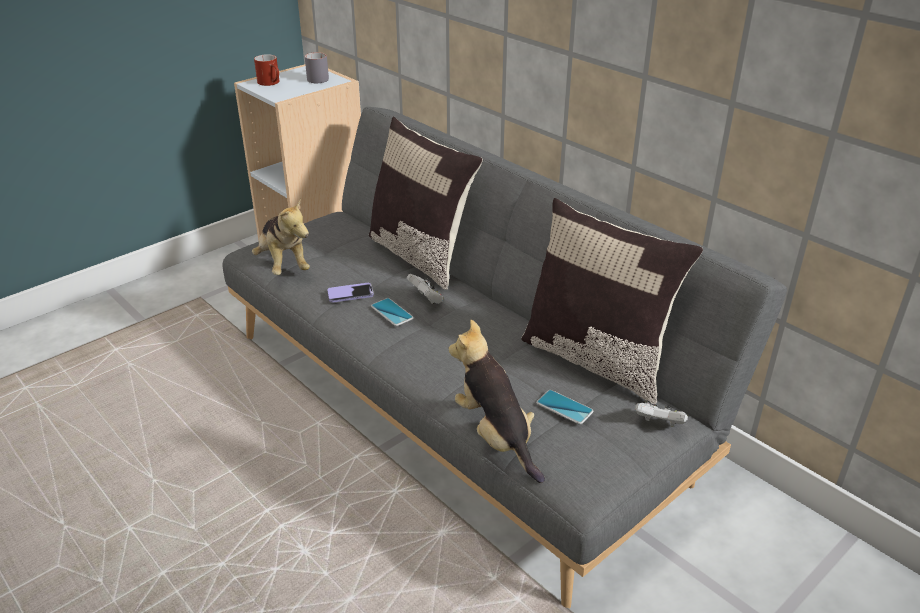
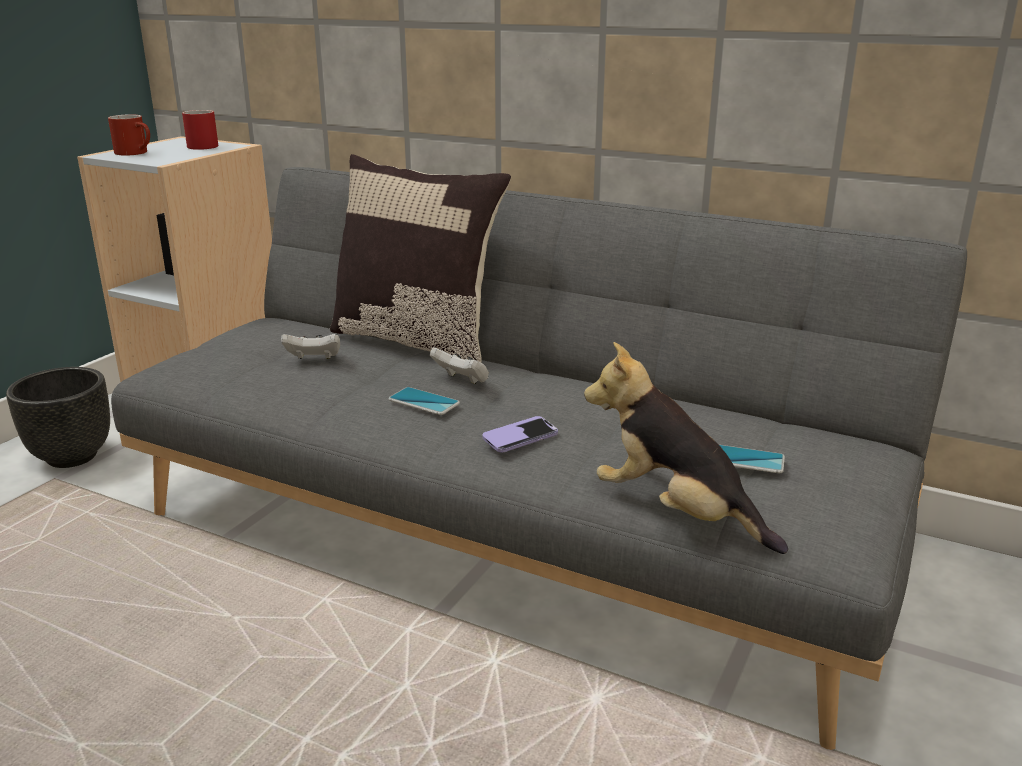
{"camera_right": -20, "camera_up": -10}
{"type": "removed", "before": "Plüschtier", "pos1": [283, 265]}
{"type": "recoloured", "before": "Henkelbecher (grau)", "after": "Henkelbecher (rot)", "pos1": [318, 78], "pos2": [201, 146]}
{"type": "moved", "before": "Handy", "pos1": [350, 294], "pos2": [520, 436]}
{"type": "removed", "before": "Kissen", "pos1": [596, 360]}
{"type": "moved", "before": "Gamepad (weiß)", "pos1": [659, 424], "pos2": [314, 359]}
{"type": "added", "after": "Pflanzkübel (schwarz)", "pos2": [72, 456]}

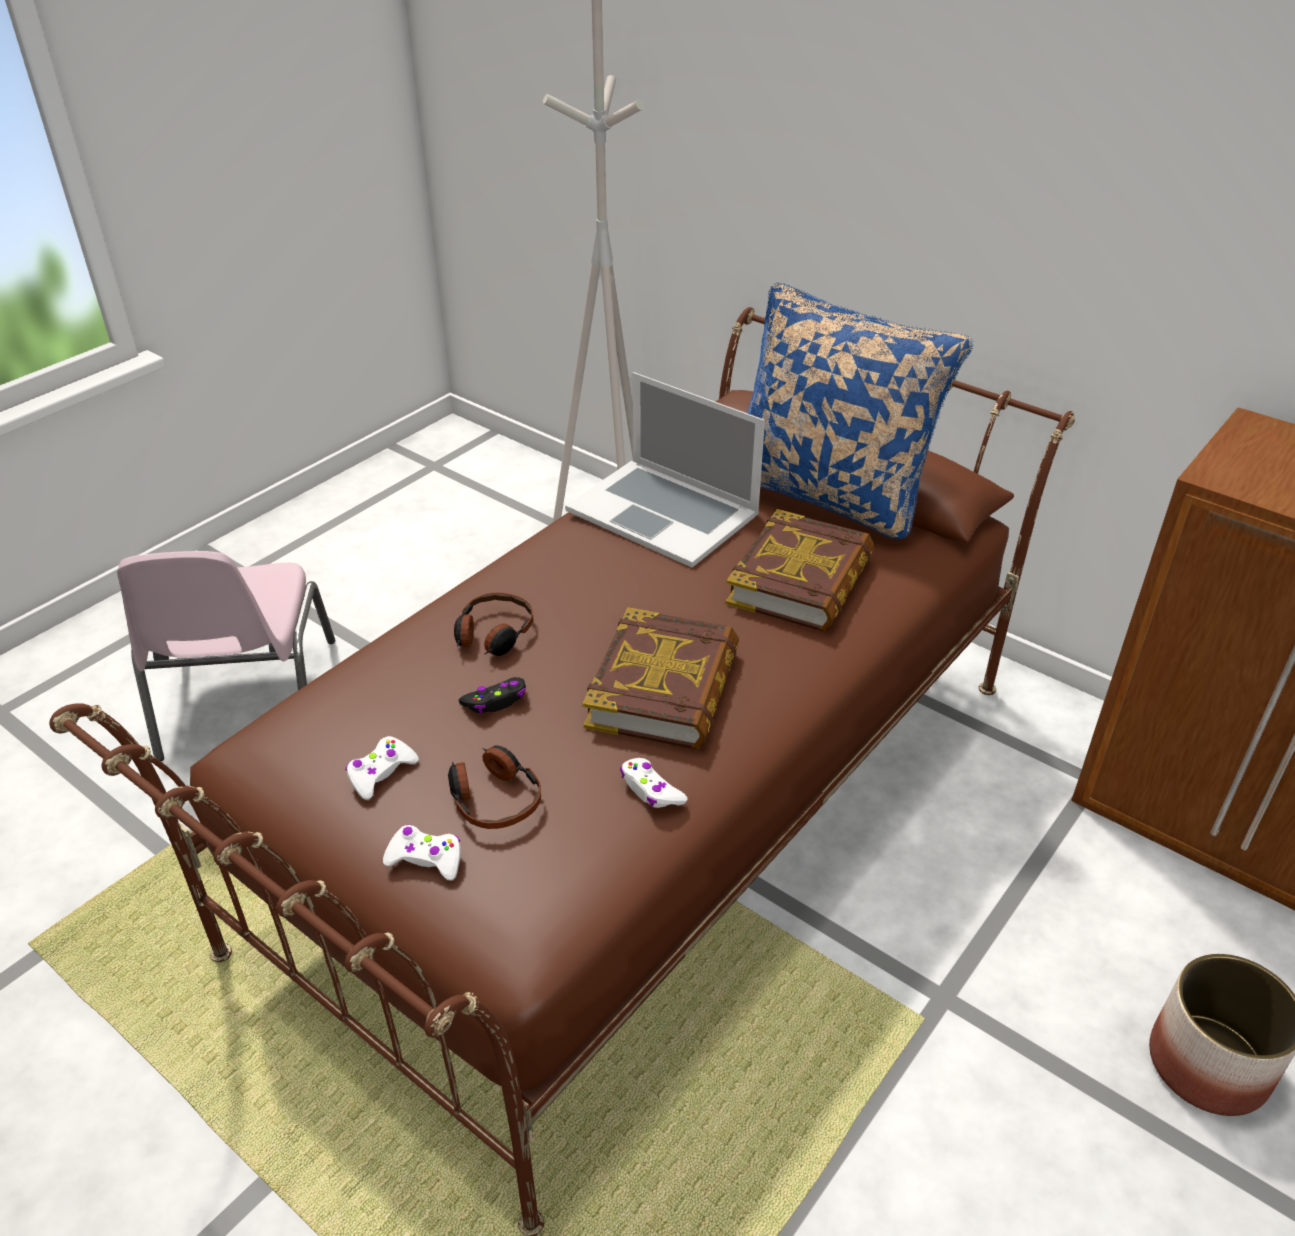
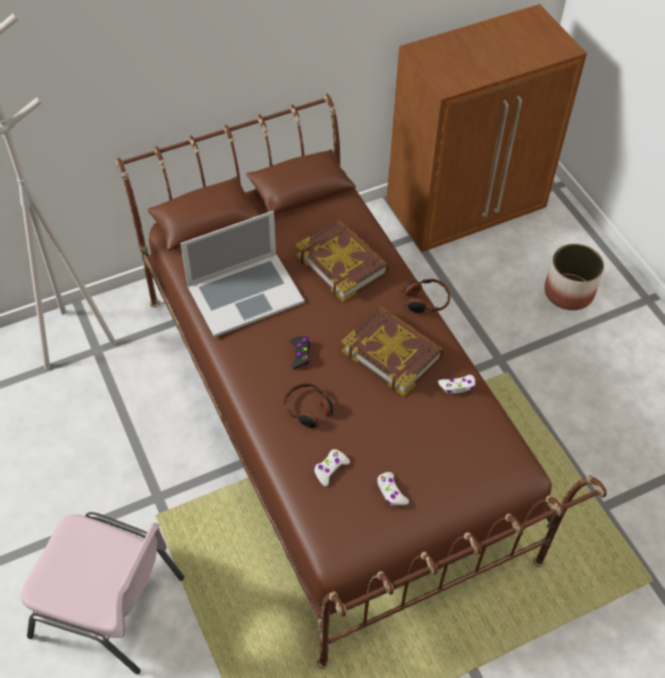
{"camera_right": -65, "camera_up": 15}
{"type": "moved", "before": "Gamepad (weiß)", "pos1": [426, 858], "pos2": [330, 469]}
{"type": "moved", "before": "Kopfhörer", "pos1": [493, 798], "pos2": [425, 300]}
{"type": "moved", "before": "Gamepad (schwarz)", "pos1": [496, 701], "pos2": [301, 354]}
{"type": "removed", "before": "Kissen (blau)", "pos1": [829, 501]}

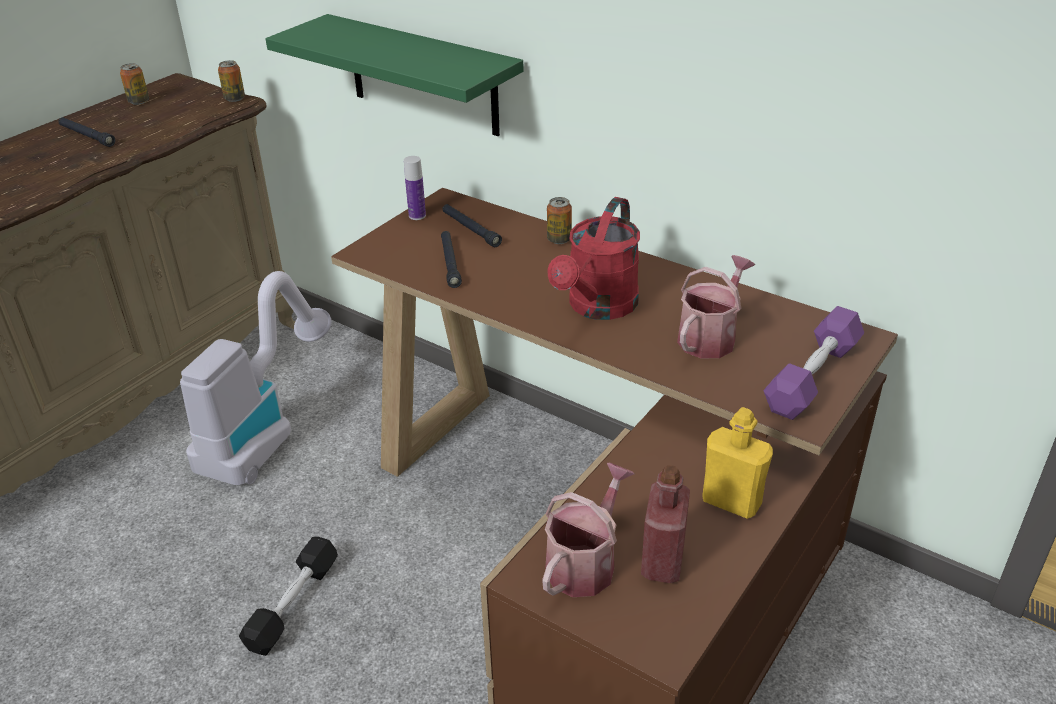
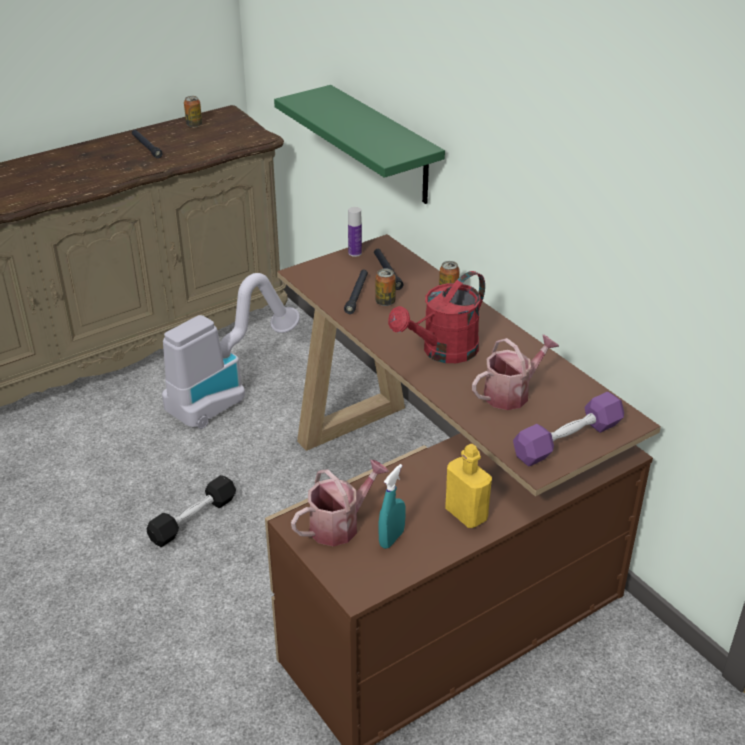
{"camera_right": 20, "camera_up": 0}
{"type": "moved", "before": "Dose", "pos1": [234, 98], "pos2": [385, 302]}
{"type": "replaced", "before": "Flasche (rot)", "after": "Sprühflasche (türkis)", "pos1": [662, 562], "pos2": [391, 538]}

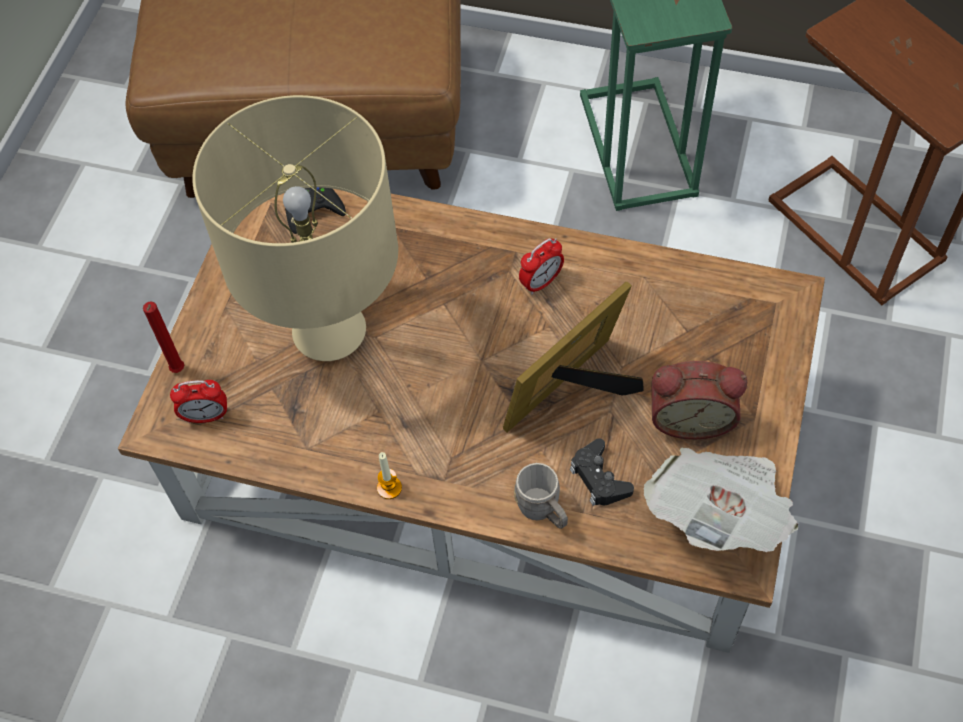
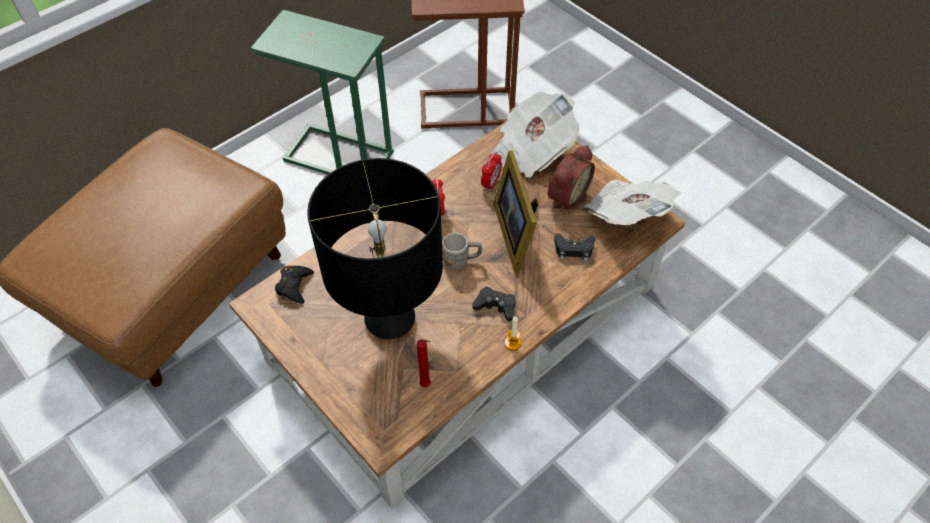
{"camera_right": -60, "camera_up": -5}
{"type": "moved", "before": "Kerze (rot)", "pos1": [178, 371], "pos2": [427, 385]}
{"type": "moved", "before": "Wecker", "pos1": [206, 416], "pos2": [491, 183]}
{"type": "recoloured", "before": "Tischlampe (beige)", "after": "Tischlampe (schwarz)", "pos1": [330, 335], "pos2": [390, 320]}
{"type": "moved", "before": "Henkelbecher (grau)", "pos1": [543, 511], "pos2": [461, 261]}
{"type": "added", "after": "Gamepad (schwarz)", "pos2": [495, 306]}
{"type": "added", "after": "Zeitung", "pos2": [531, 150]}

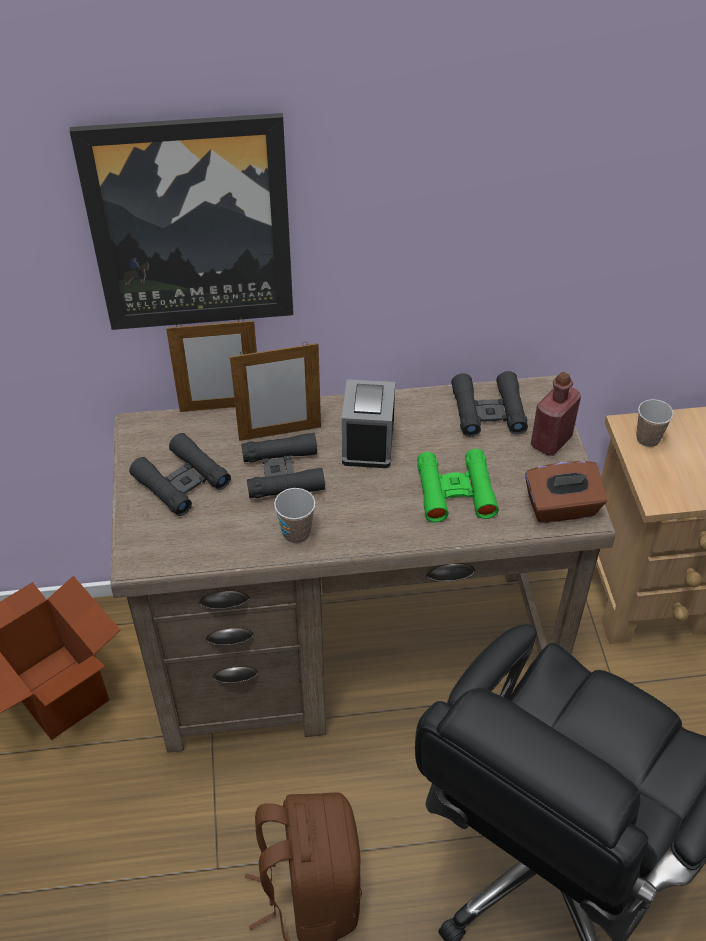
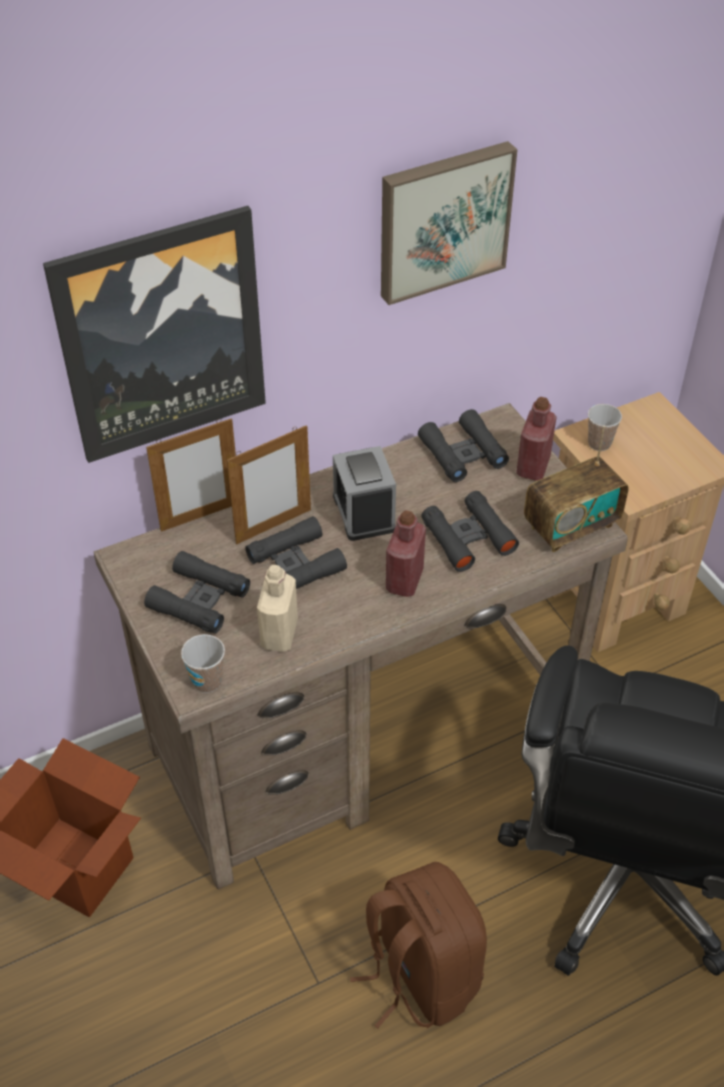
{"camera_right": -20, "camera_up": 0}
{"type": "moved", "before": "Tasse", "pos1": [296, 533], "pos2": [207, 681]}
{"type": "recoloured", "before": "Fernglas (grün)", "after": "Fernglas (schwarz)", "pos1": [455, 491], "pos2": [468, 537]}
{"type": "replaced", "before": "Taschentuchbox (braun)", "after": "Radio", "pos1": [561, 508], "pos2": [571, 526]}
{"type": "added", "after": "Flasche (beige)", "pos2": [279, 634]}
{"type": "added", "after": "Bild", "pos2": [443, 220]}
{"type": "added", "after": "Flasche (rot)", "pos2": [404, 580]}

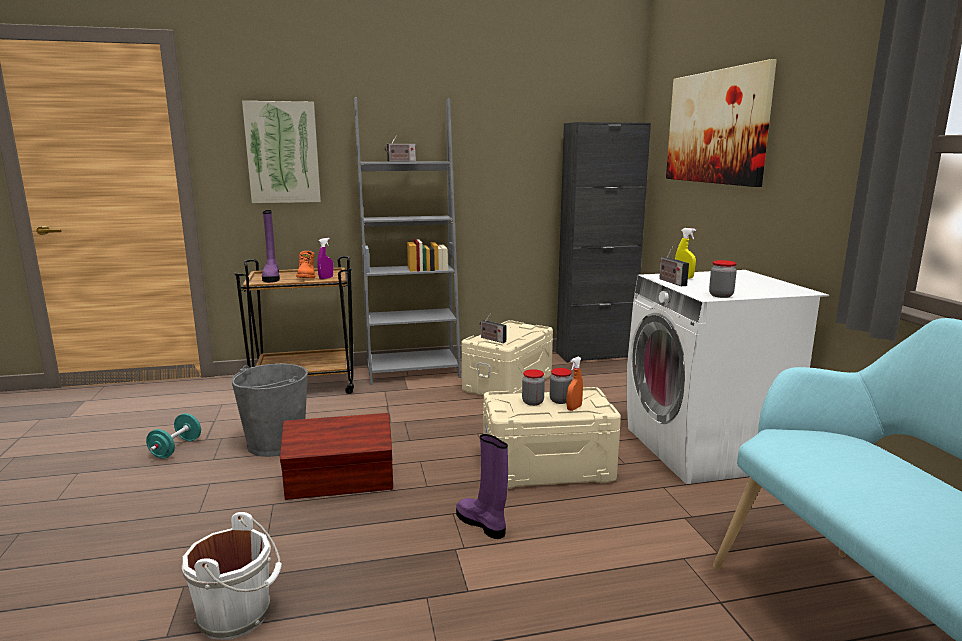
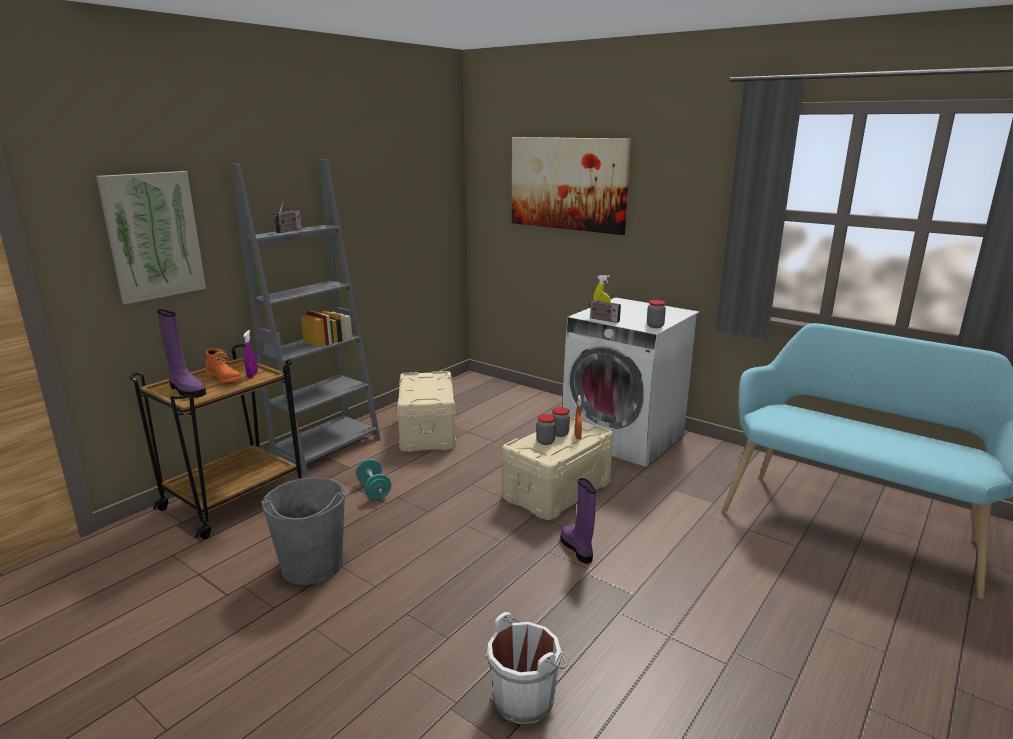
{"camera_right": -40, "camera_up": 5}
{"type": "moved", "before": "Hantel (türkis)", "pos1": [176, 448], "pos2": [374, 490]}
{"type": "removed", "before": "Aufbewahrungsbox (braun)", "pos1": [341, 483]}
{"type": "turned", "before": "Stiefel (lila)", "pos1": [482, 524], "pos2": [577, 549], "turn": 60}
{"type": "removed", "before": "Radio", "pos1": [491, 339]}
{"type": "removed", "before": "Schrank (schwarz)", "pos1": [595, 355]}

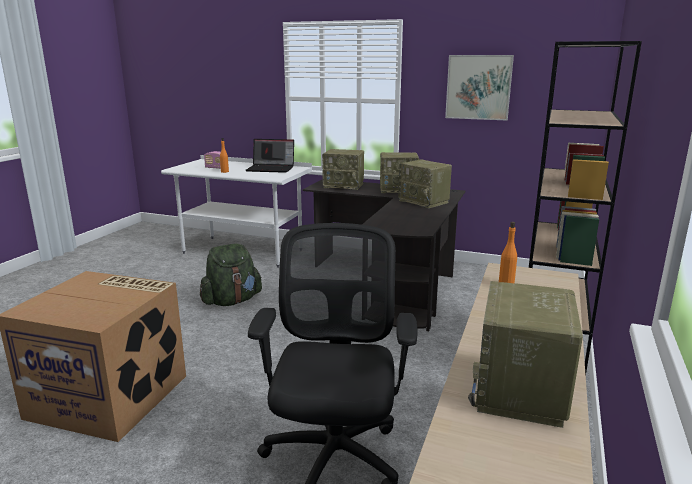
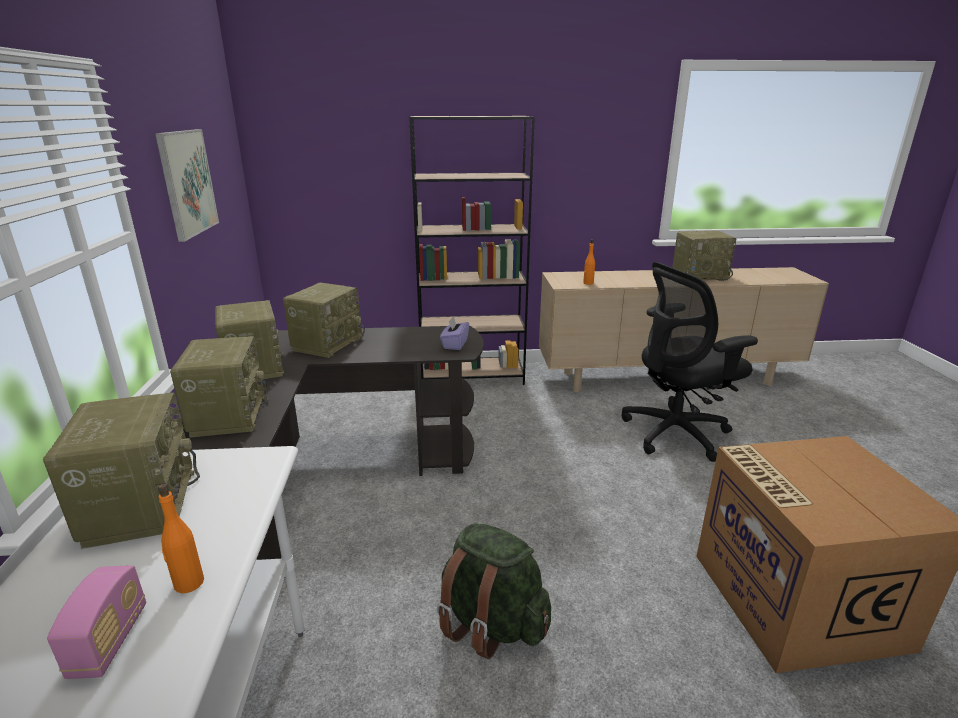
{"camera_right": -115, "camera_up": 5}
{"type": "replaced", "before": "Laptop", "after": "Radio", "pos1": [271, 169], "pos2": [140, 505]}
{"type": "added", "after": "Taschentuchbox (lila)", "pos2": [455, 344]}

